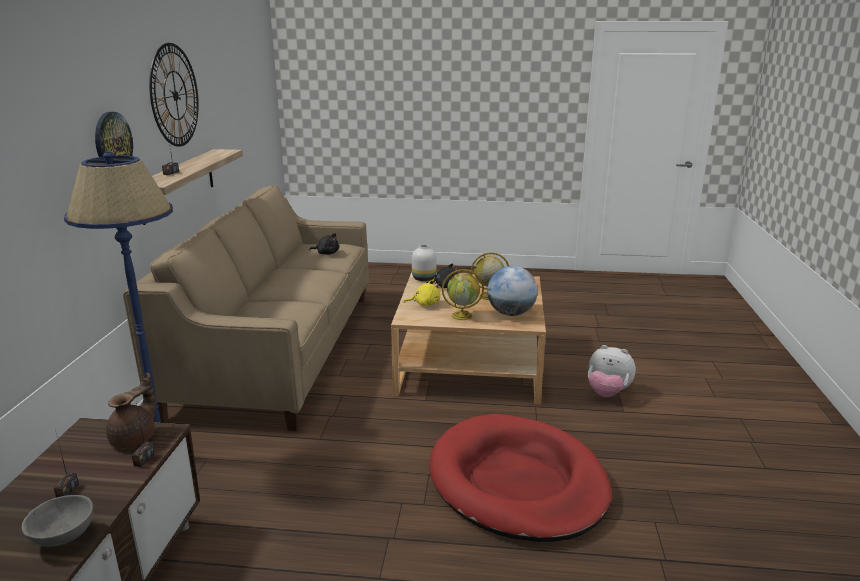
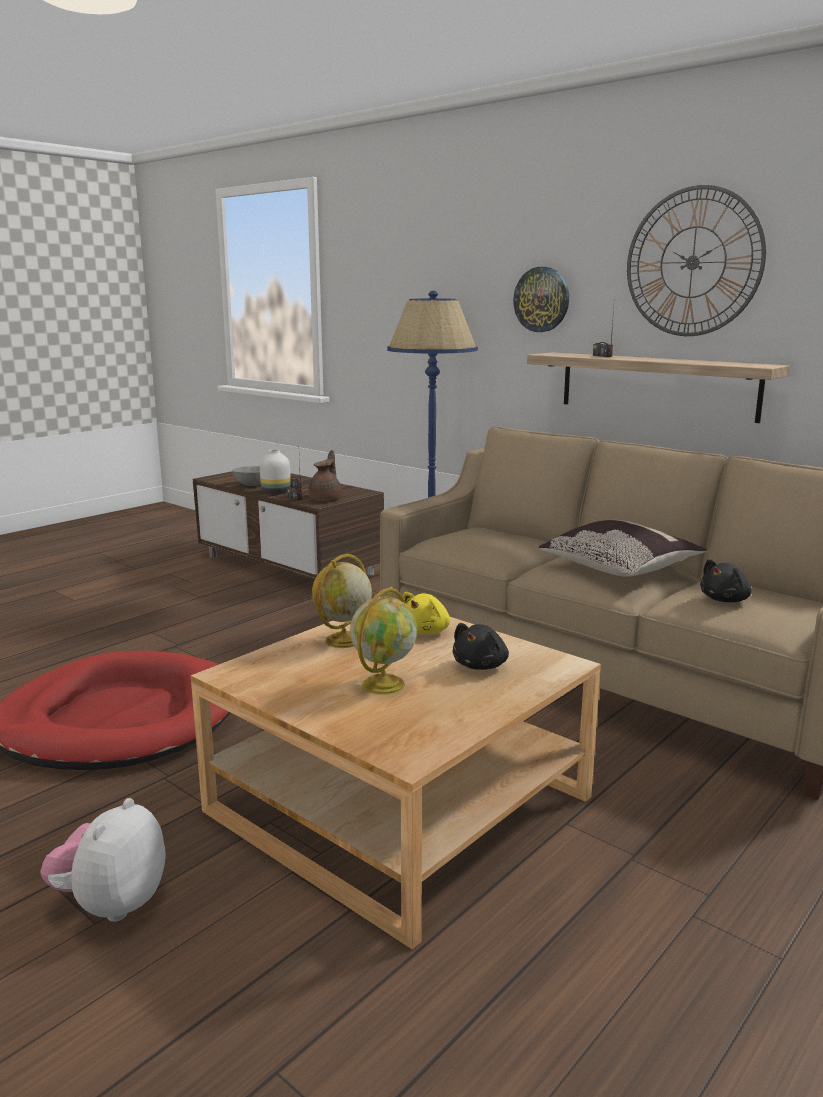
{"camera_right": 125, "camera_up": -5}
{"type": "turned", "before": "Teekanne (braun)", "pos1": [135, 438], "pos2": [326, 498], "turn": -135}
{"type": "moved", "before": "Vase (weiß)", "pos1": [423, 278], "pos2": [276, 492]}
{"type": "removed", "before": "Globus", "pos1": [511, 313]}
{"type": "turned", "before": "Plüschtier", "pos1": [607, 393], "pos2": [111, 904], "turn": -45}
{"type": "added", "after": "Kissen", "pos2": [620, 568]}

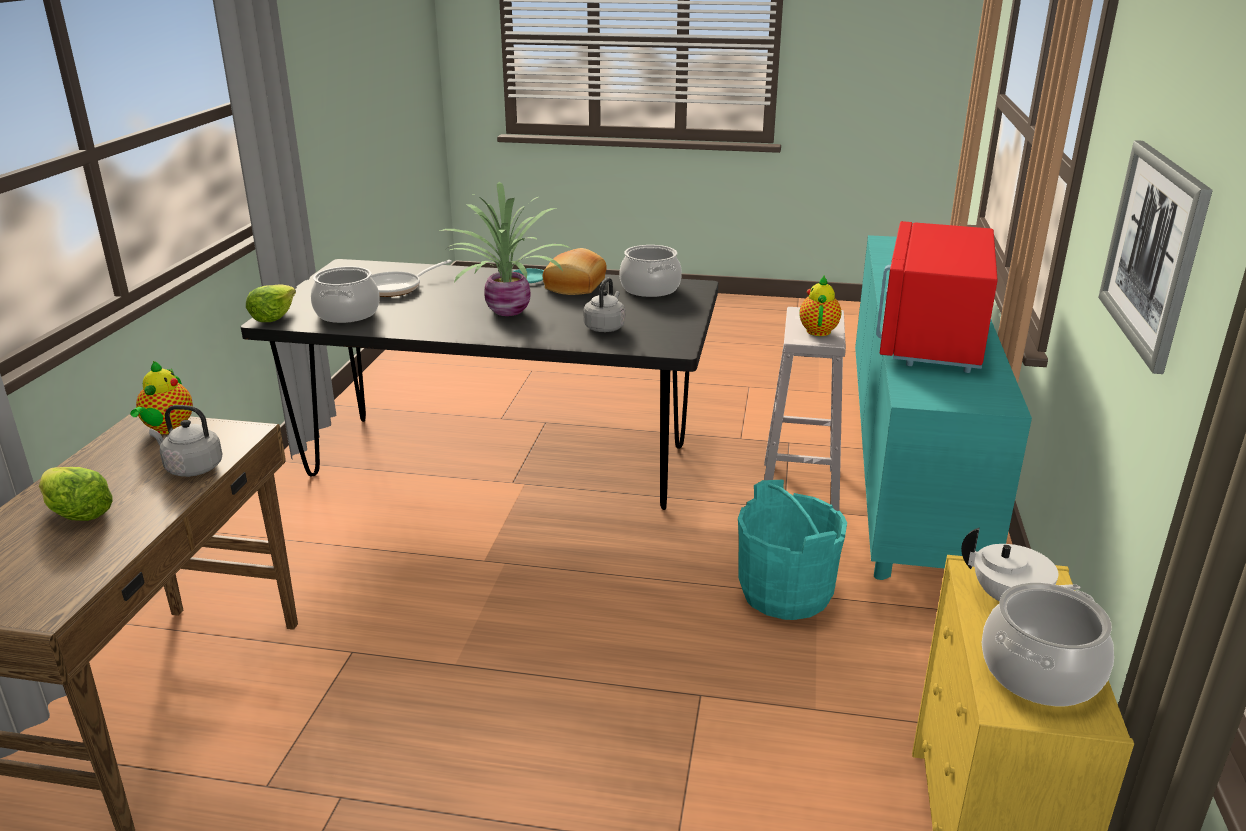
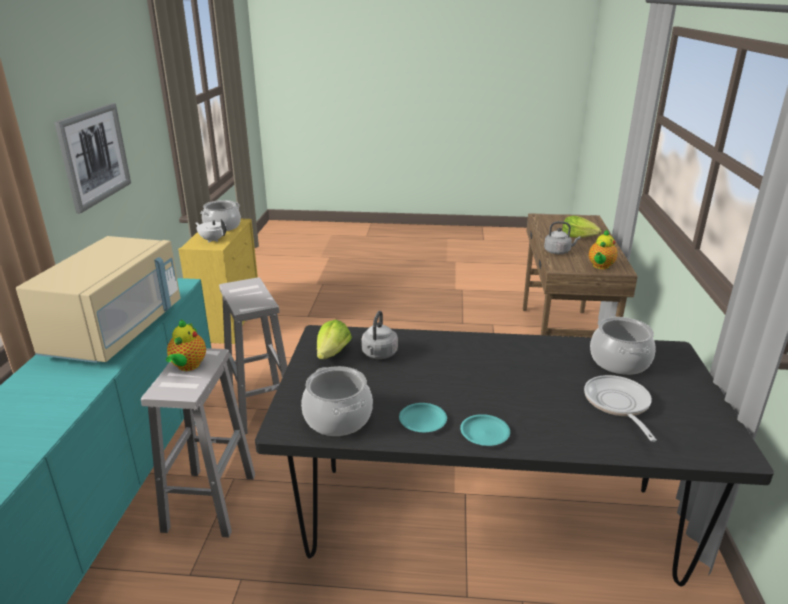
{"camera_right": 175, "camera_up": 0}
{"type": "turned", "before": "Teekanne", "pos1": [167, 429], "pos2": [600, 266], "turn": -150}
{"type": "moved", "before": "Salatkopf", "pos1": [273, 316], "pos2": [332, 353]}
{"type": "turned", "before": "Pfanne", "pos1": [396, 288], "pos2": [618, 405], "turn": -45}
{"type": "removed", "before": "Topfpflanze", "pos1": [506, 311]}
{"type": "replaced", "before": "Brot", "after": "Teller (türkis)", "pos1": [576, 285], "pos2": [422, 420]}
{"type": "replaced", "before": "Eimer (türkis)", "after": "Hocker (weiß)", "pos1": [785, 593], "pos2": [261, 408]}
{"type": "recoloured", "before": "Mikrowelle (rot)", "after": "Mikrowelle (beige)", "pos1": [930, 339], "pos2": [116, 331]}

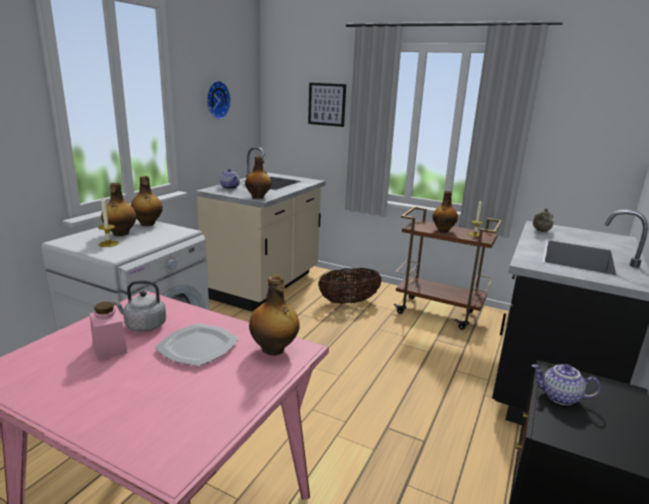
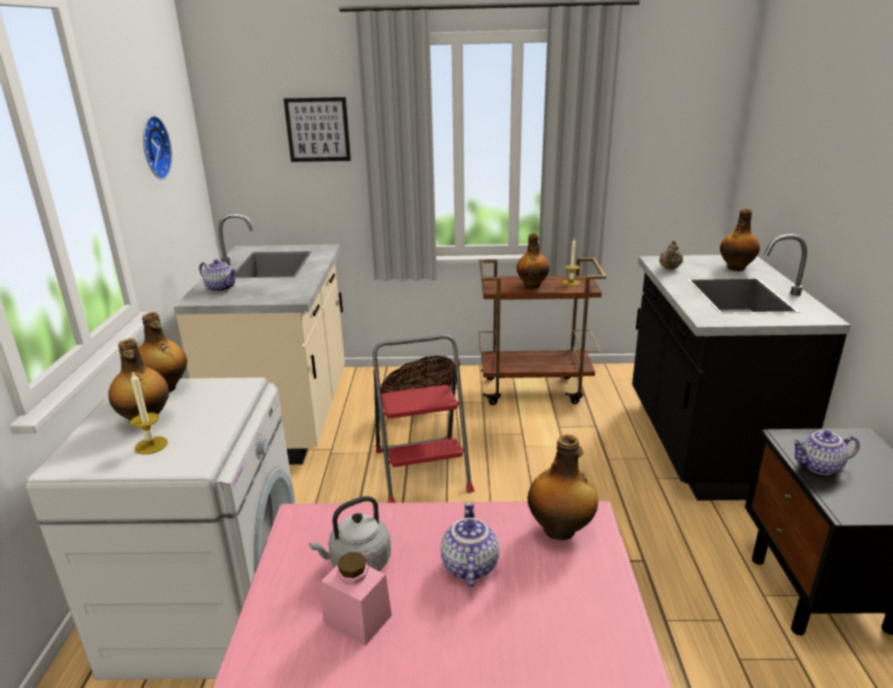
{"camera_right": -25, "camera_up": 5}
{"type": "replaced", "before": "Teller", "after": "Teekanne", "pos1": [197, 347], "pos2": [468, 566]}
{"type": "moved", "before": "Flasche", "pos1": [258, 197], "pos2": [736, 268]}
{"type": "added", "after": "Trittleiter (rot)", "pos2": [422, 467]}

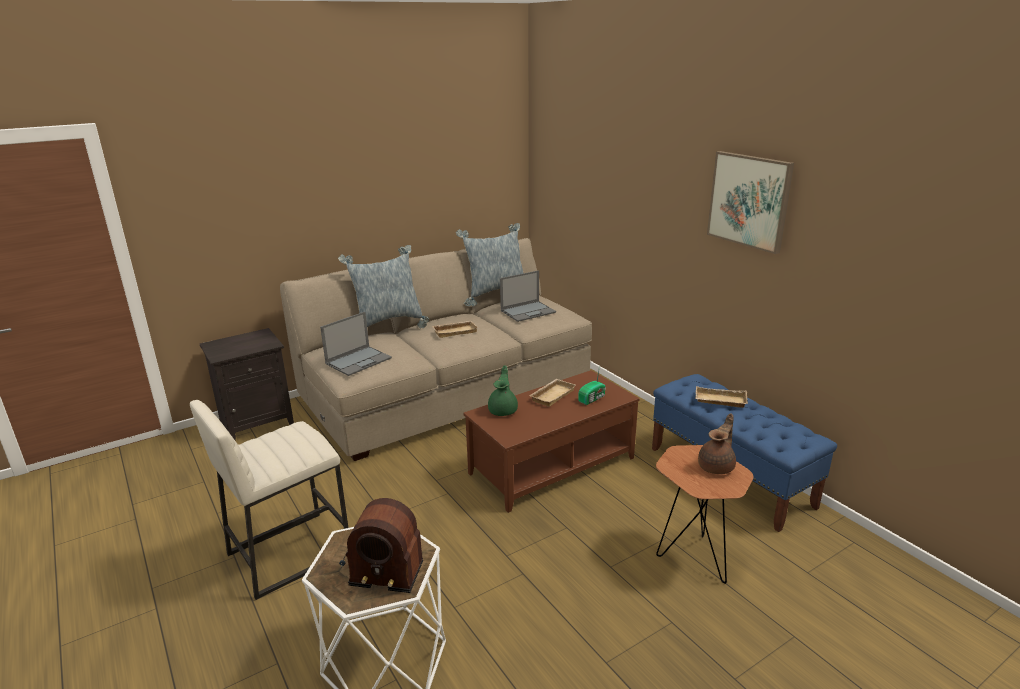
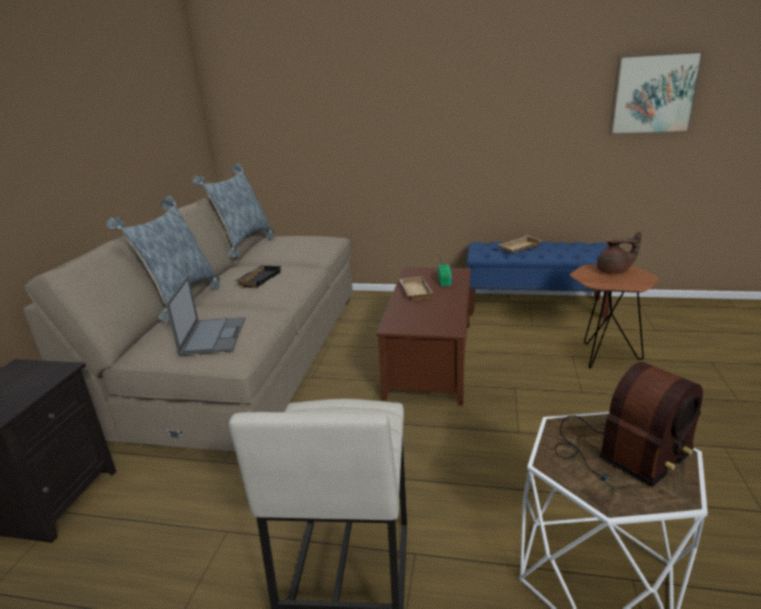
{"camera_right": -45, "camera_up": 0}
{"type": "recoloured", "before": "Tablett (beige)", "after": "Tablett (schwarz)", "pos1": [455, 331], "pos2": [259, 279]}
{"type": "removed", "before": "Teekanne (grün)", "pos1": [503, 410]}
{"type": "removed", "before": "Laptop", "pos1": [528, 311]}
{"type": "turned", "before": "Teekanne (braun)", "pos1": [717, 466], "pos2": [614, 271], "turn": 105}
{"type": "moved", "before": "Bild", "pos1": [749, 200], "pos2": [653, 94]}

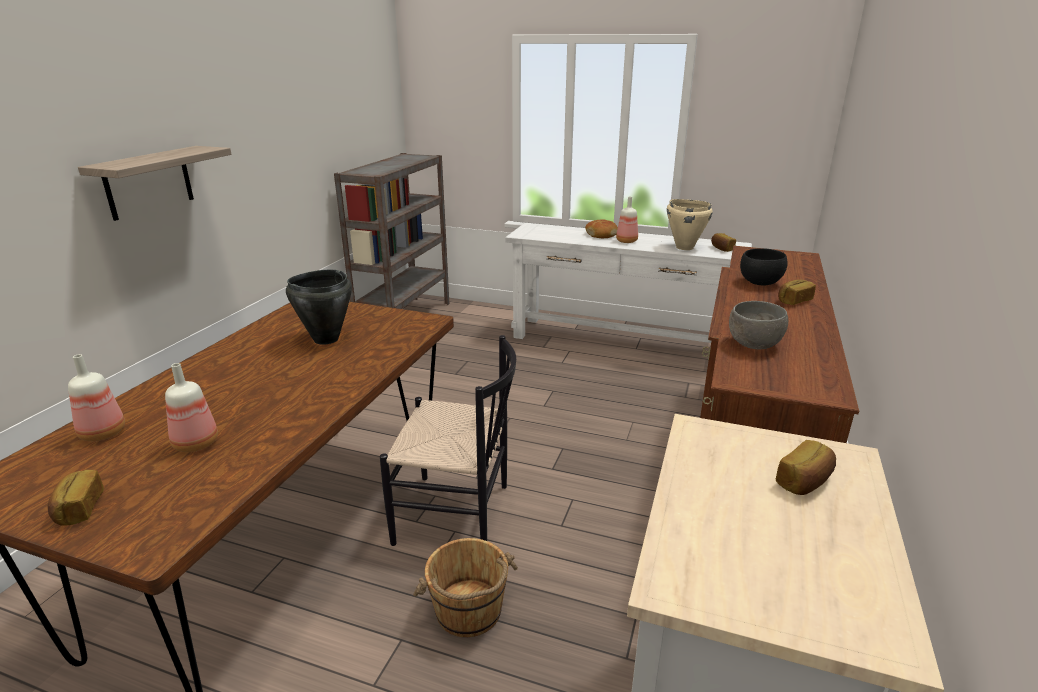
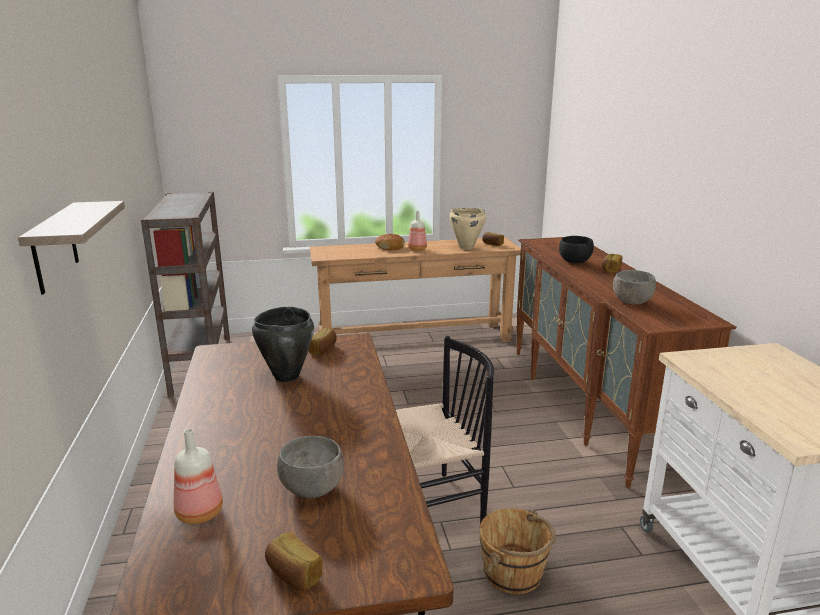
{"camera_right": -30, "camera_up": -5}
{"type": "replaced", "before": "Flasche", "after": "Schüssel (grau)", "pos1": [196, 444], "pos2": [312, 490]}
{"type": "recoloured", "before": "Konsolentisch (weiß)", "after": "Konsolentisch (braun)", "pos1": [619, 341], "pos2": [415, 339]}
{"type": "moved", "before": "Brot", "pos1": [805, 482], "pos2": [324, 349]}

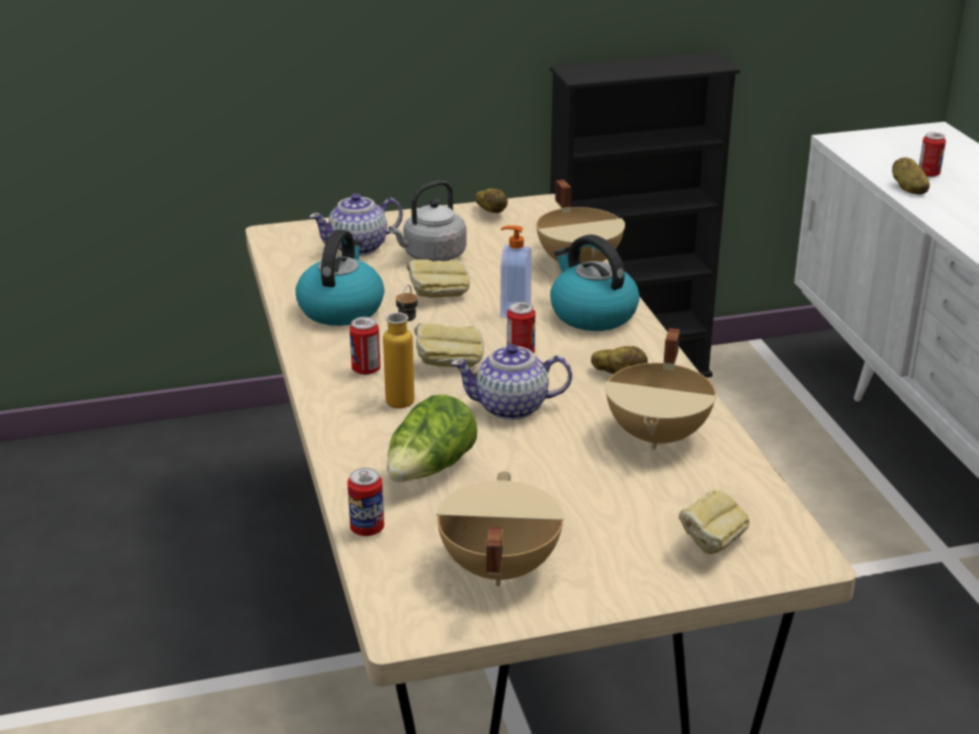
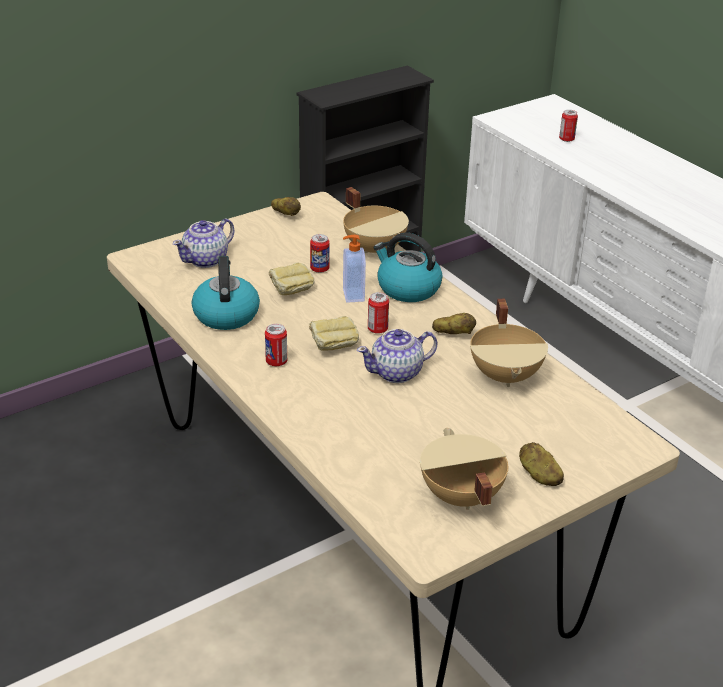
{"camera_right": -20, "camera_up": 5}
{"type": "moved", "before": "Dose", "pos1": [367, 529], "pos2": [319, 269]}
{"type": "removed", "before": "Flasche", "pos1": [404, 396]}
{"type": "removed", "before": "Salatkopf", "pos1": [430, 470]}
{"type": "removed", "before": "Wasserkessel (grau)", "pos1": [431, 256]}
{"type": "removed", "before": "Brot", "pos1": [711, 545]}
{"type": "moved", "before": "Kartoffel", "pos1": [908, 188], "pos2": [539, 476]}

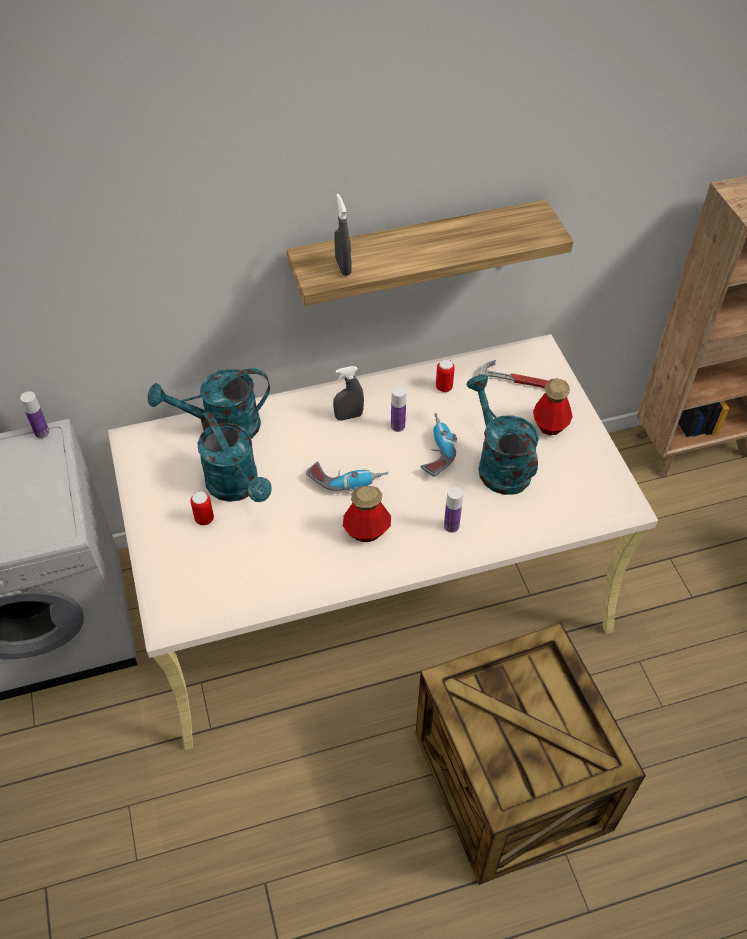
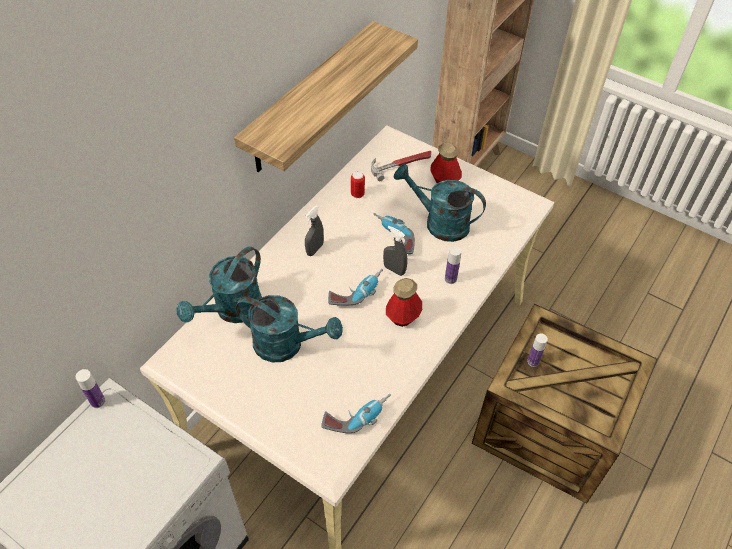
{"camera_right": -40, "camera_up": 0}
{"type": "removed", "before": "Dose", "pos1": [204, 519]}
{"type": "moved", "before": "Sprühflasche (grau)", "pos1": [343, 267], "pos2": [394, 270]}
{"type": "moved", "before": "Flasche", "pos1": [397, 426], "pos2": [533, 361]}
{"type": "added", "after": "Bohrmaschine", "pos2": [357, 416]}

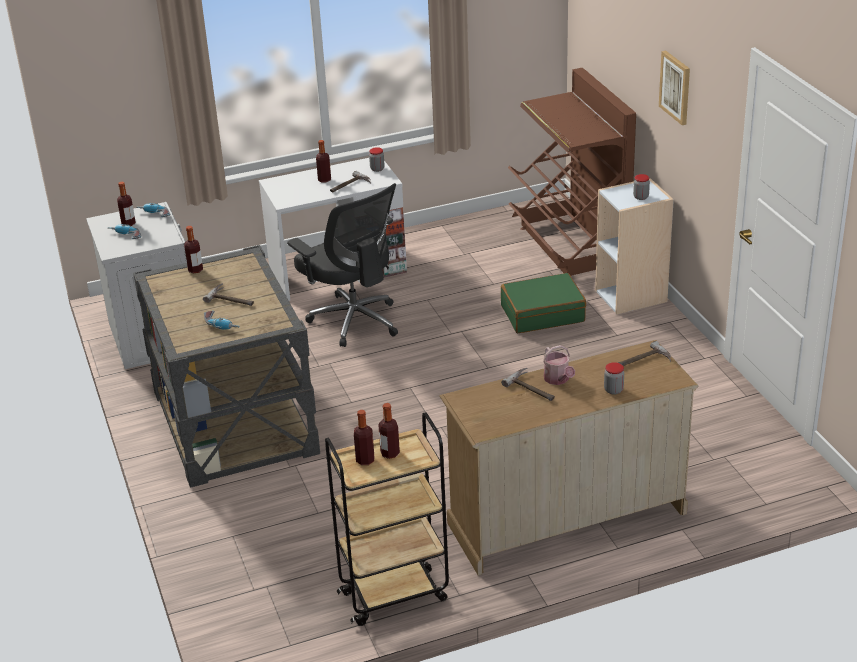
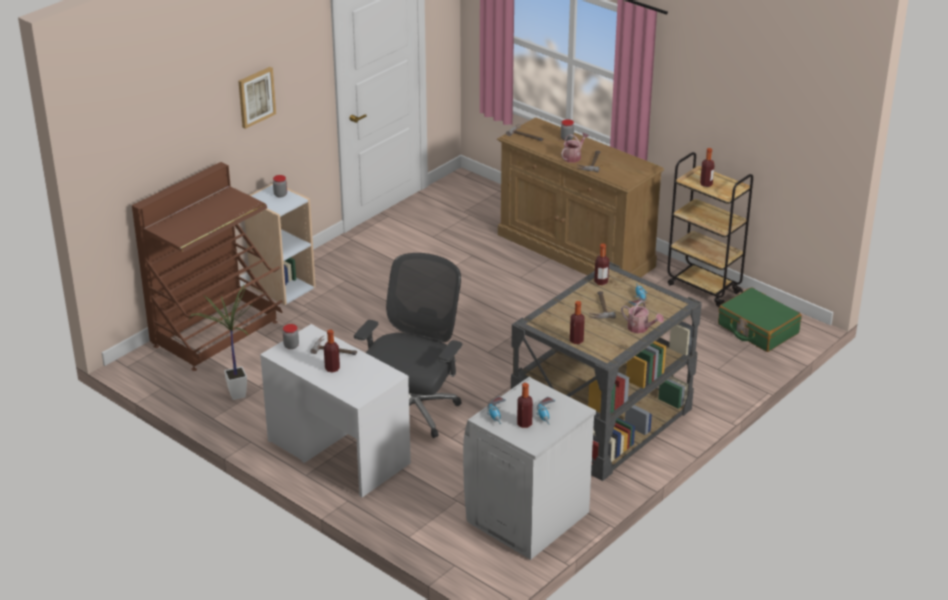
{"camera_right": -120, "camera_up": 0}
{"type": "moved", "before": "Flasche", "pos1": [365, 460], "pos2": [601, 282]}
{"type": "moved", "before": "Koffer (grün)", "pos1": [542, 313], "pos2": [757, 329]}
{"type": "added", "after": "Topfpflanze", "pos2": [233, 394]}
{"type": "added", "after": "Gießkanne", "pos2": [640, 328]}

